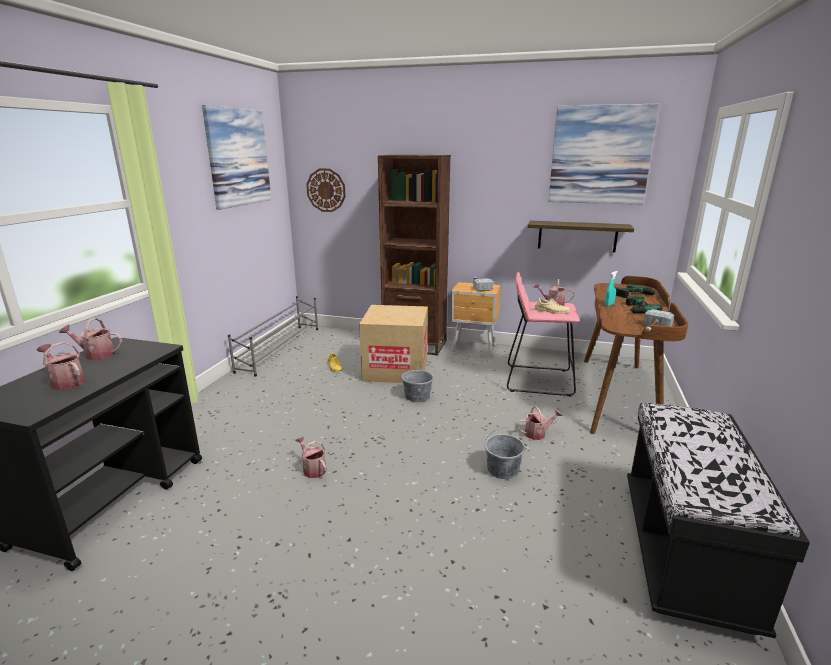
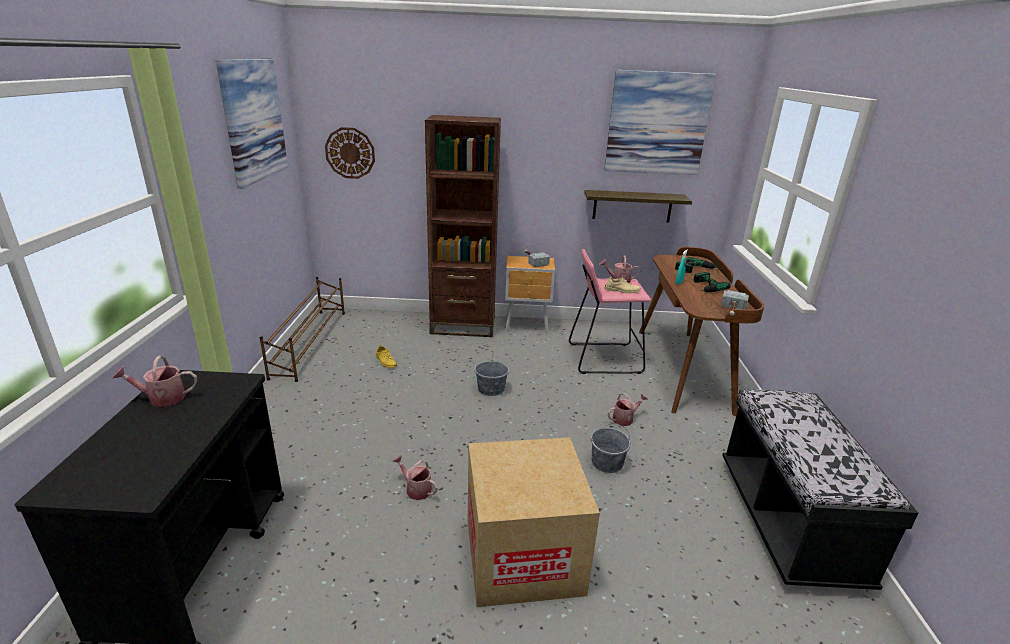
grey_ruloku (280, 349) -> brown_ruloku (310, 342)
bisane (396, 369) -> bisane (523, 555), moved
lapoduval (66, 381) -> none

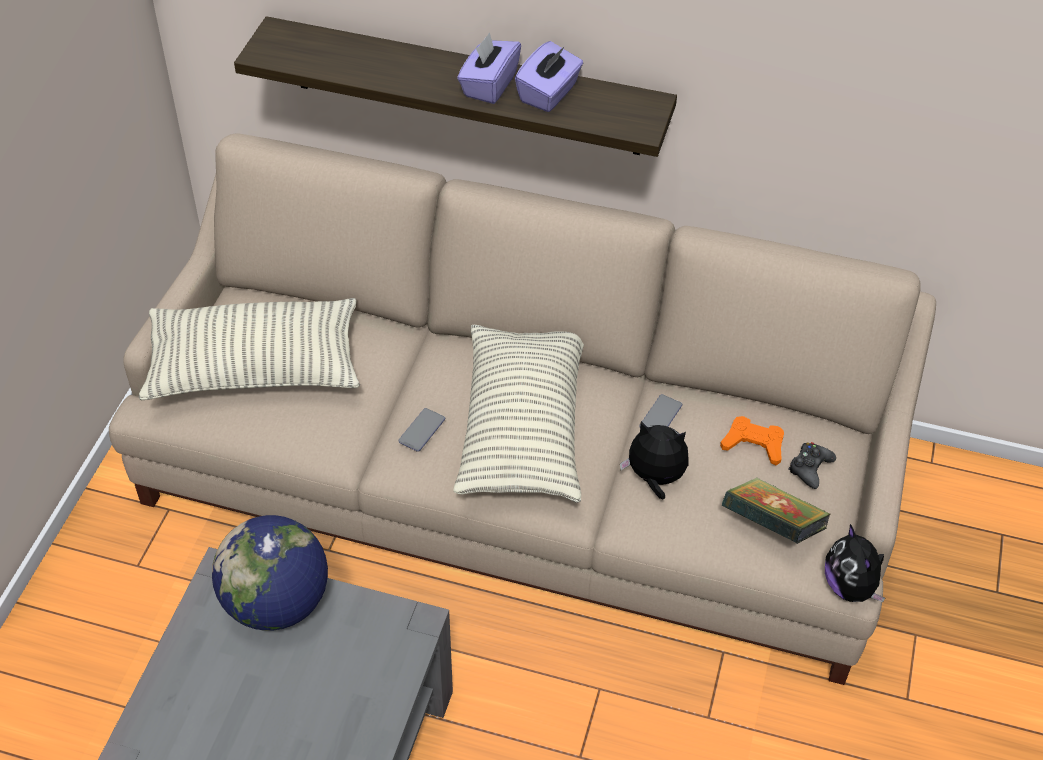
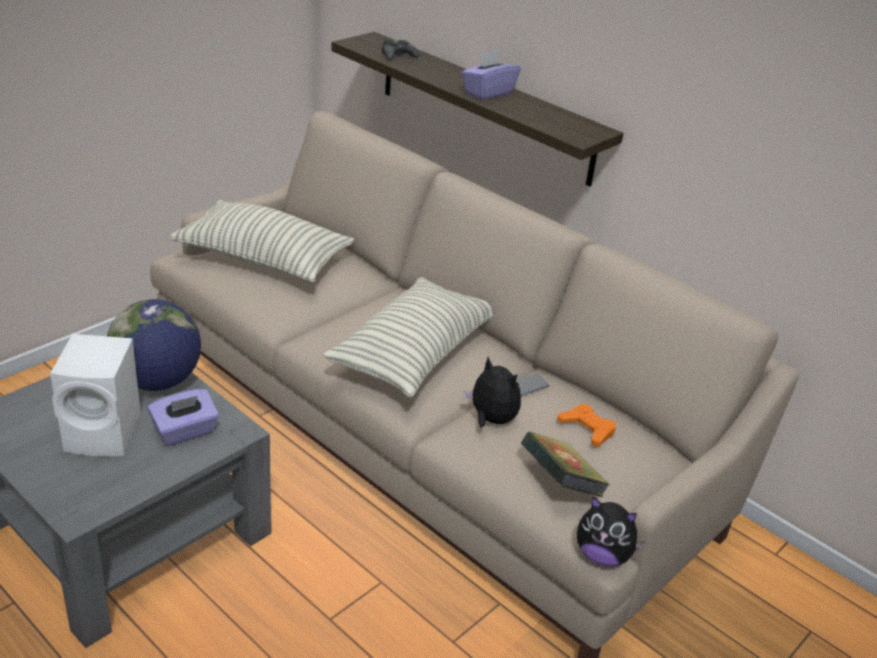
none -> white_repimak (105, 433)
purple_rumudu (549, 94) -> purple_rumudu (185, 432), moved
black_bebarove (810, 468) -> black_bebarove (397, 56), moved
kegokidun (850, 587) -> kegokidun (602, 555), 75 degrees counterclockwise
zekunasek (422, 430) -> none

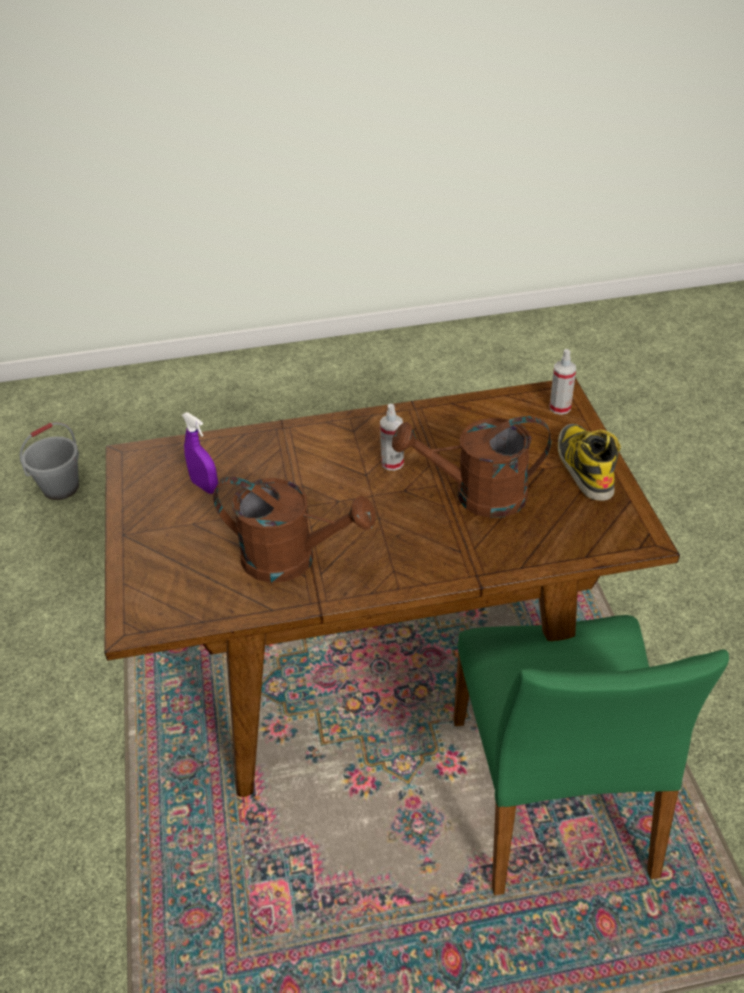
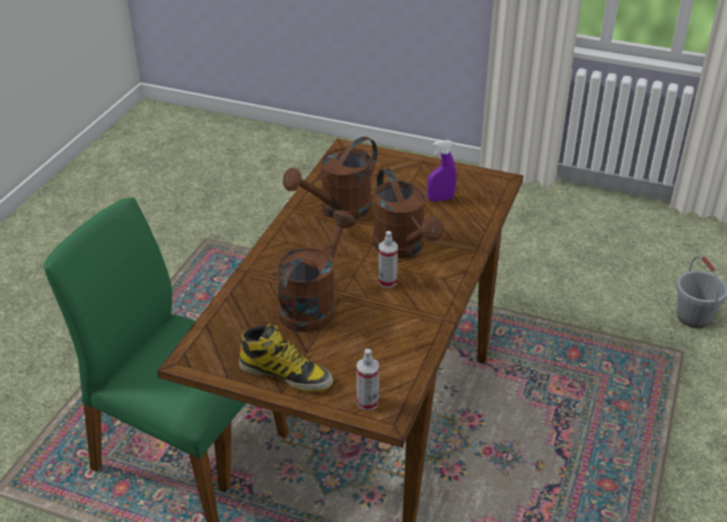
none -> brown_lapoduval (403, 248)

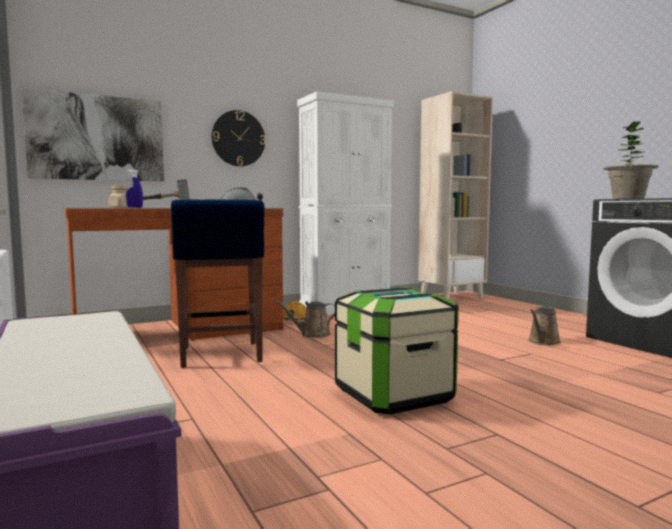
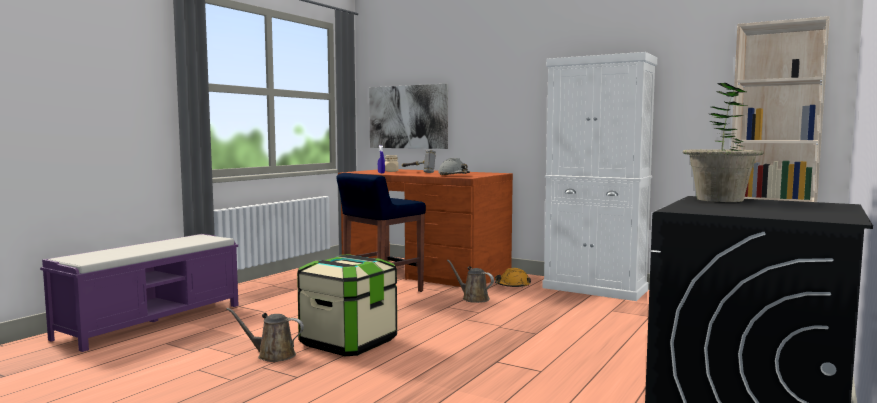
brown_lapoduval (543, 342) -> brown_lapoduval (272, 355), moved
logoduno (238, 138) -> none

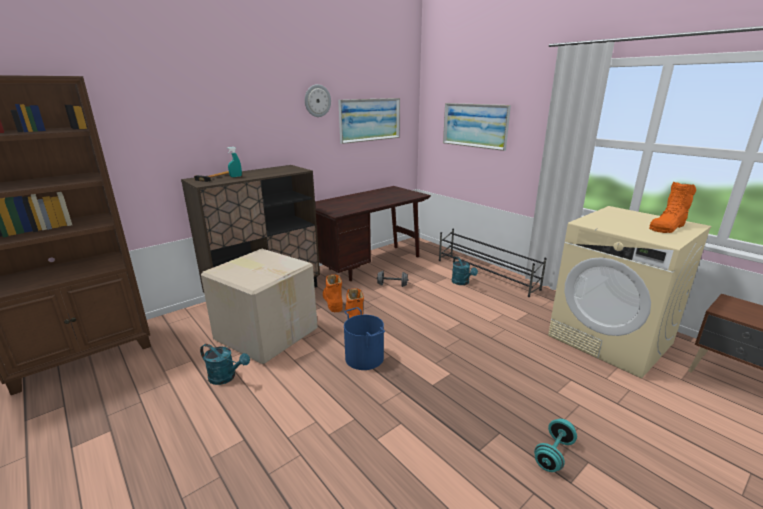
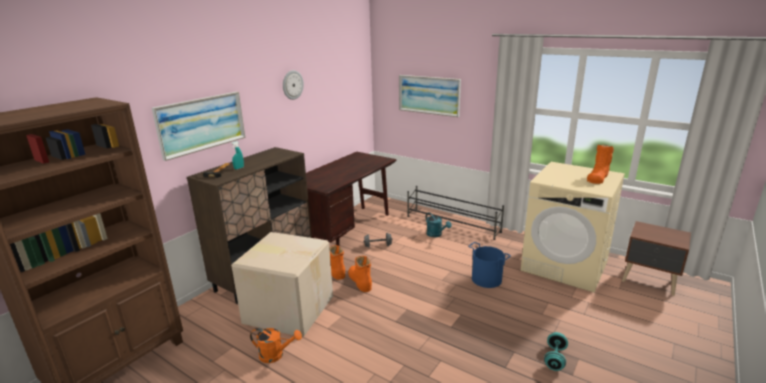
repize (370, 119) -> repize (201, 123), moved
turquoise_lapoduval (226, 377) -> orange_lapoduval (276, 355)
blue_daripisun (364, 358) -> blue_daripisun (486, 279), moved

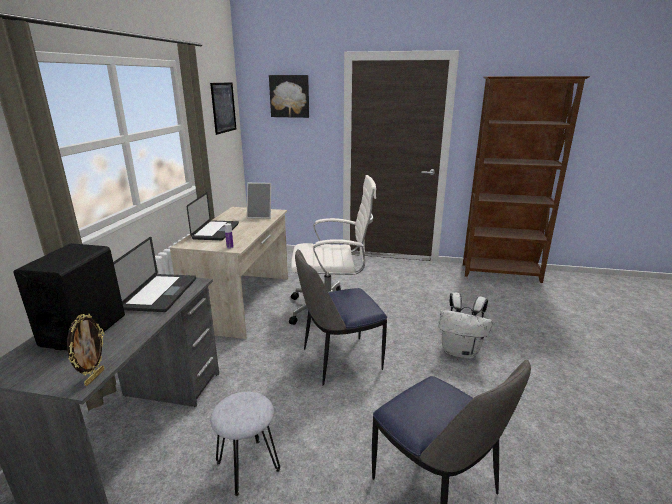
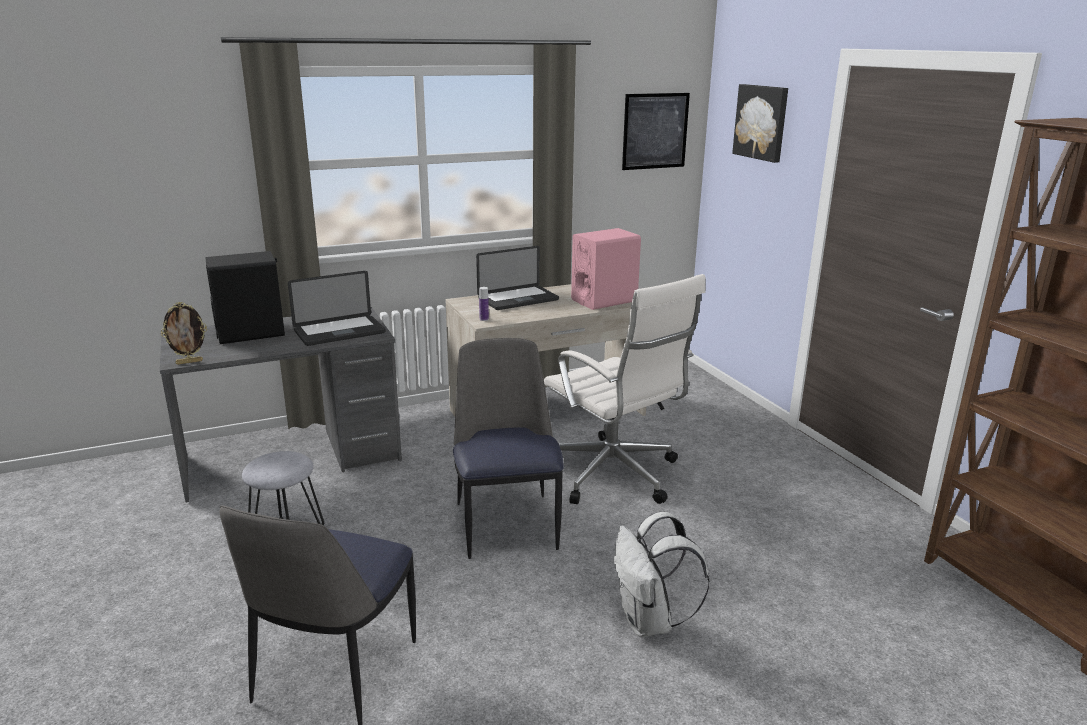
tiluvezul (339, 360) -> tiluvezul (506, 523), 45 degrees clockwise
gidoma (260, 216) -> pink_repimak (604, 300)

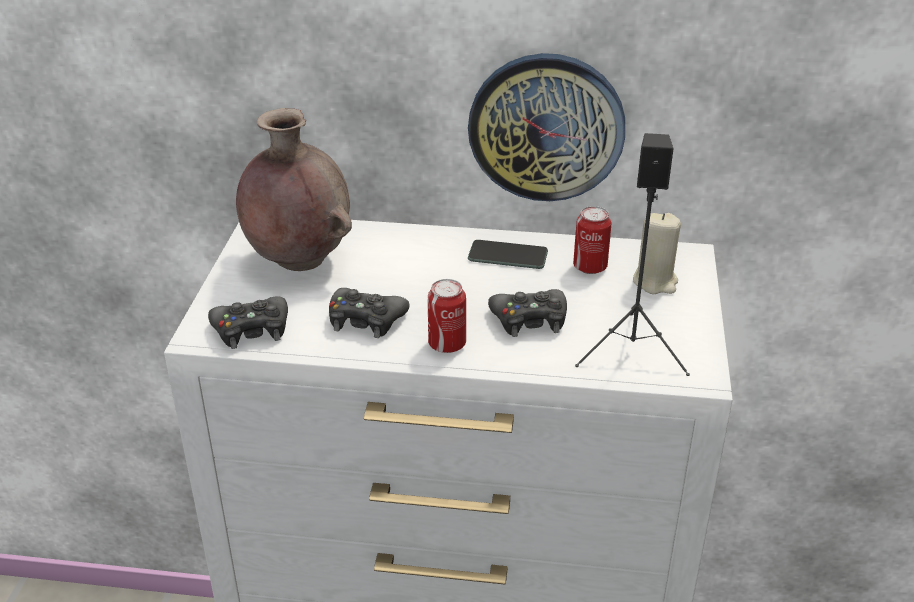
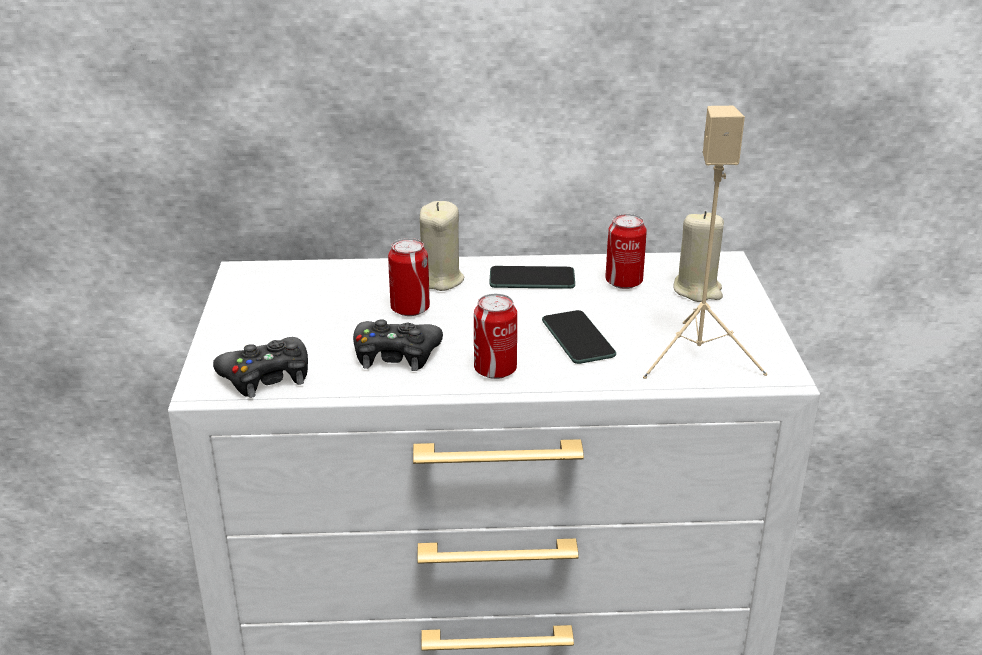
none -> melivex (410, 309)
none -> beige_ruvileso (439, 280)
black_bebarove (530, 320) -> zekunasek (578, 338)
black_repimak (633, 351) -> beige_repimak (699, 357)
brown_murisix (298, 261) -> none
logoduno (546, 127) -> none

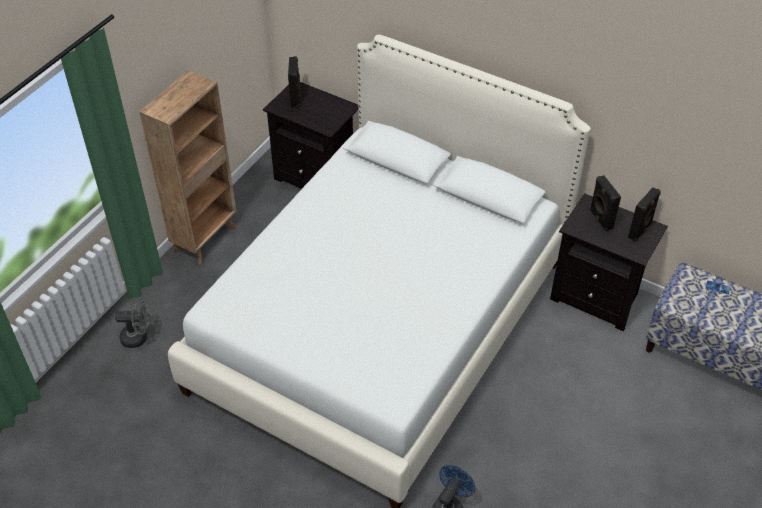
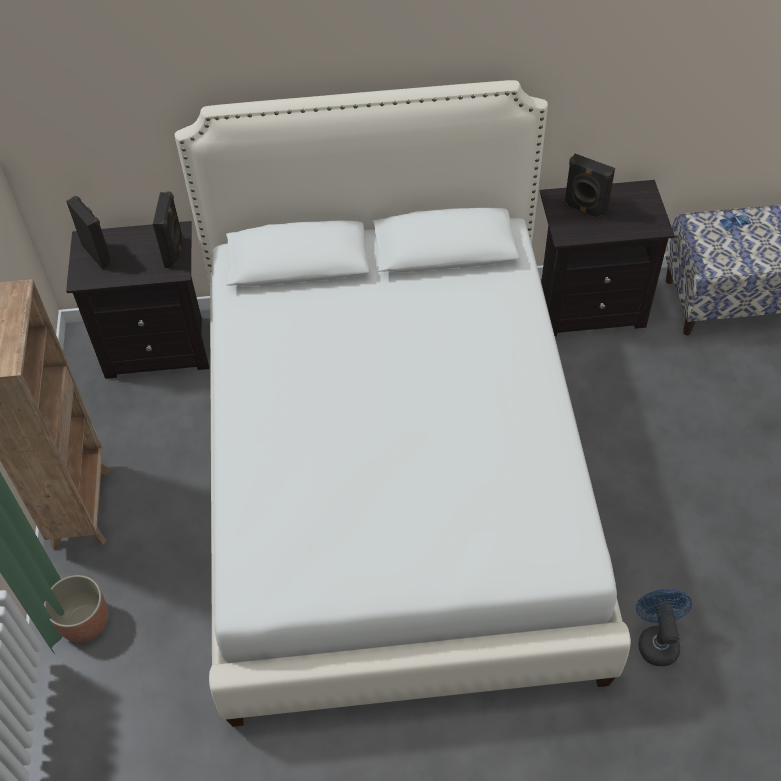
none -> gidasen (84, 621)
black_repimak (640, 231) -> black_repimak (175, 252), moved
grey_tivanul (138, 337) -> none

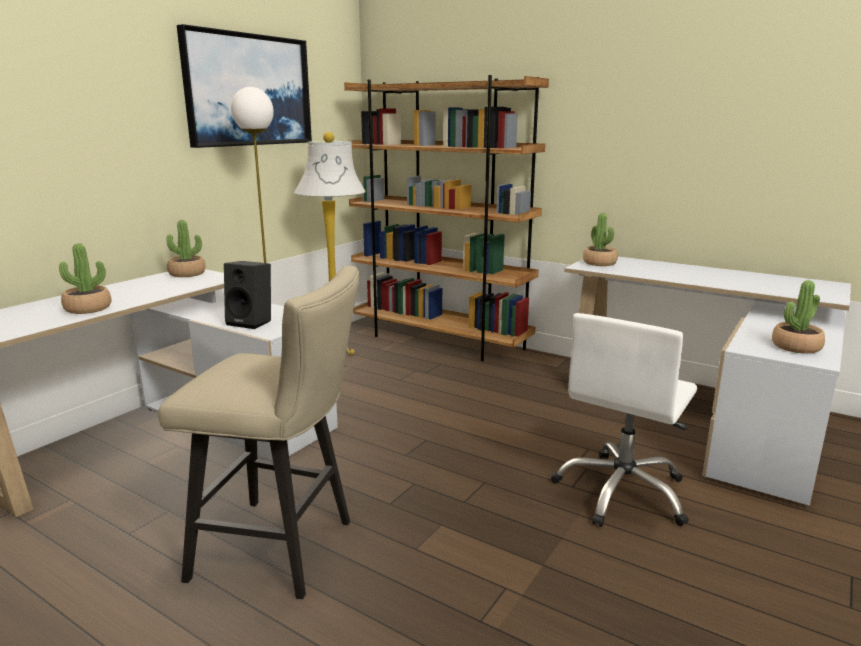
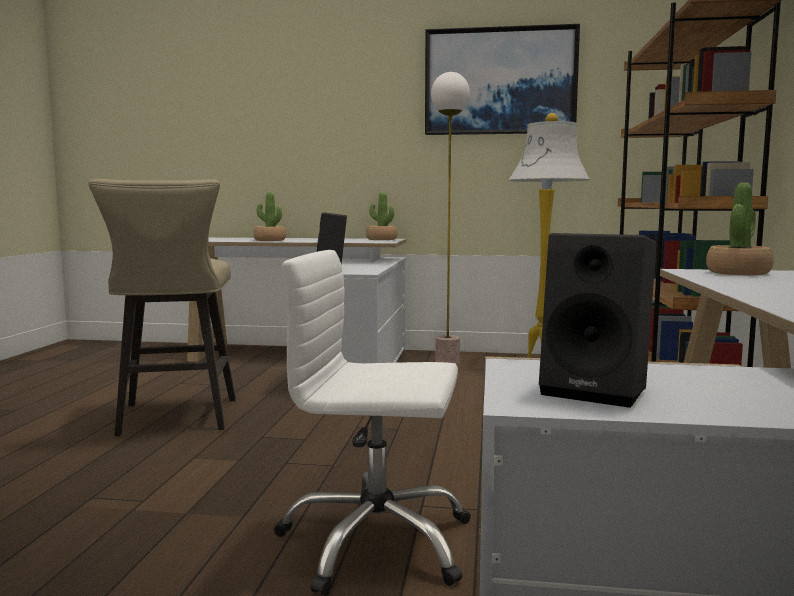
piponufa (796, 347) -> black_repimak (598, 391)

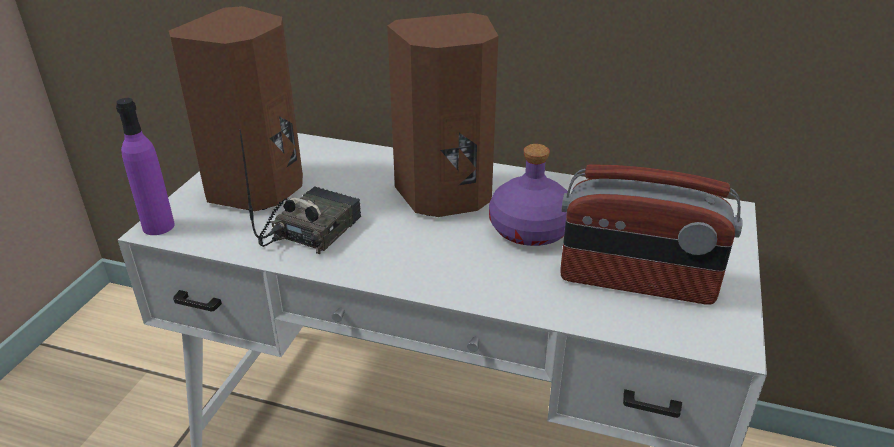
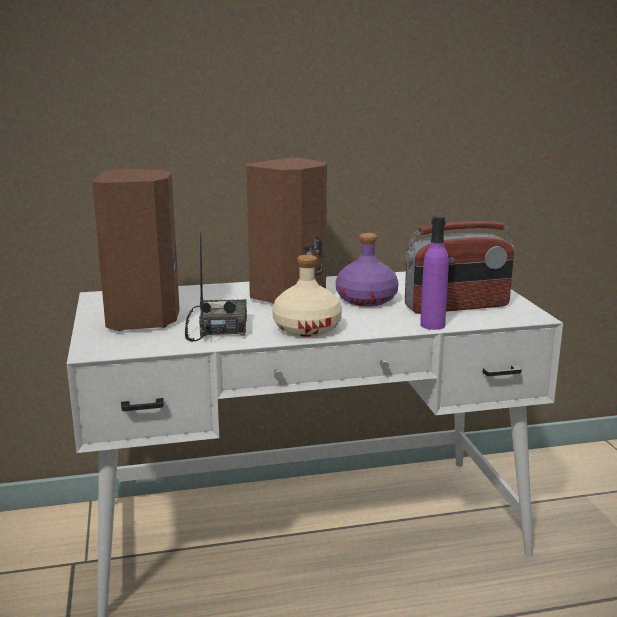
none -> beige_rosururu (306, 328)
purple_rosururu (158, 226) -> purple_rosururu (432, 325), moved

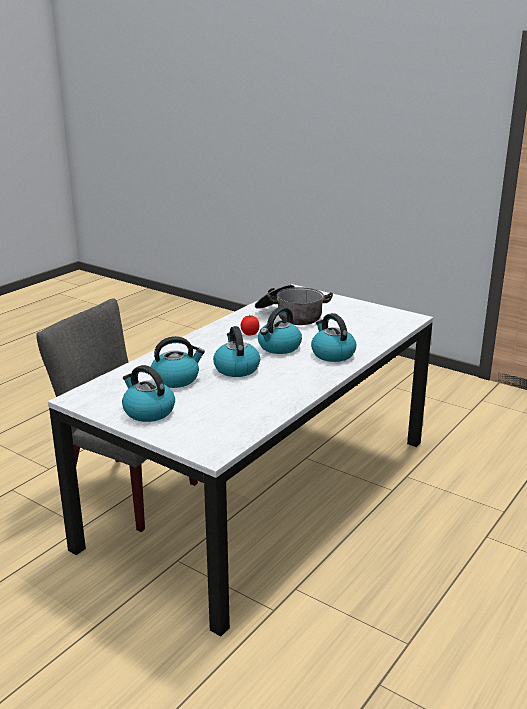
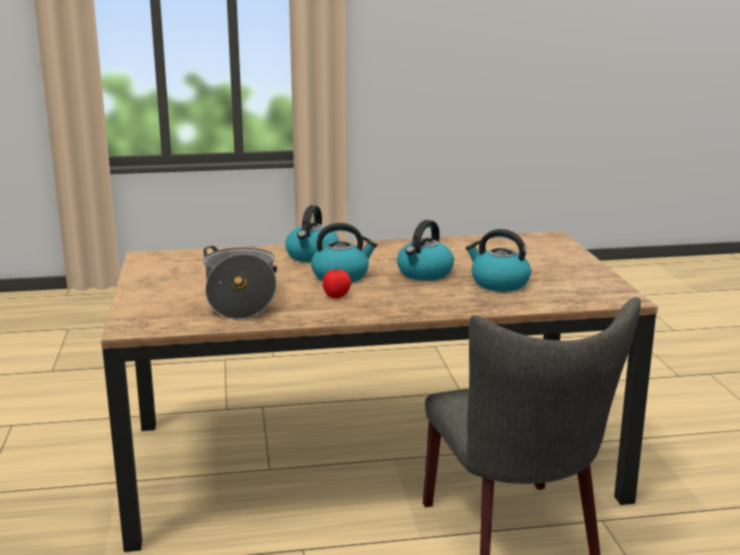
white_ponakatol (263, 490) -> brown_ponakatol (368, 462)
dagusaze (148, 411) -> none

